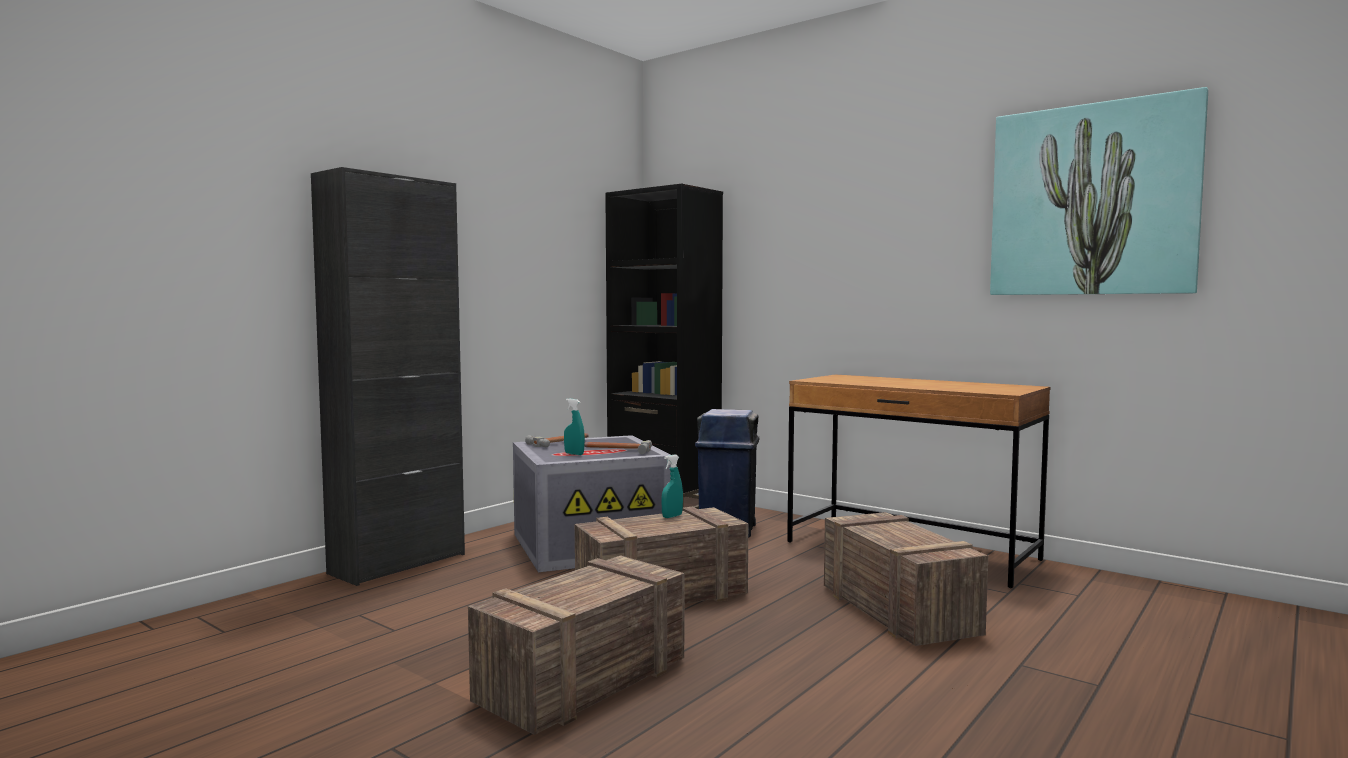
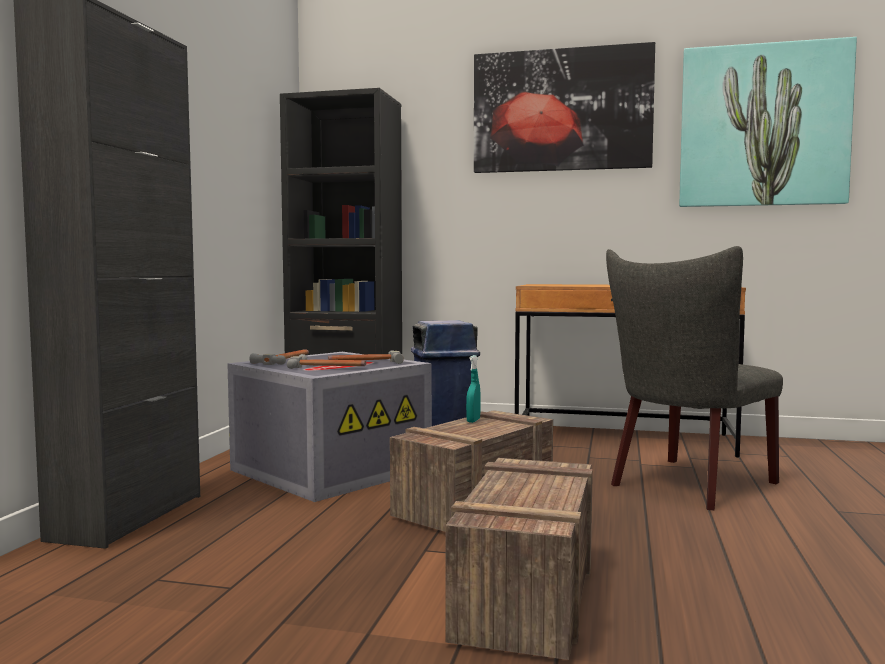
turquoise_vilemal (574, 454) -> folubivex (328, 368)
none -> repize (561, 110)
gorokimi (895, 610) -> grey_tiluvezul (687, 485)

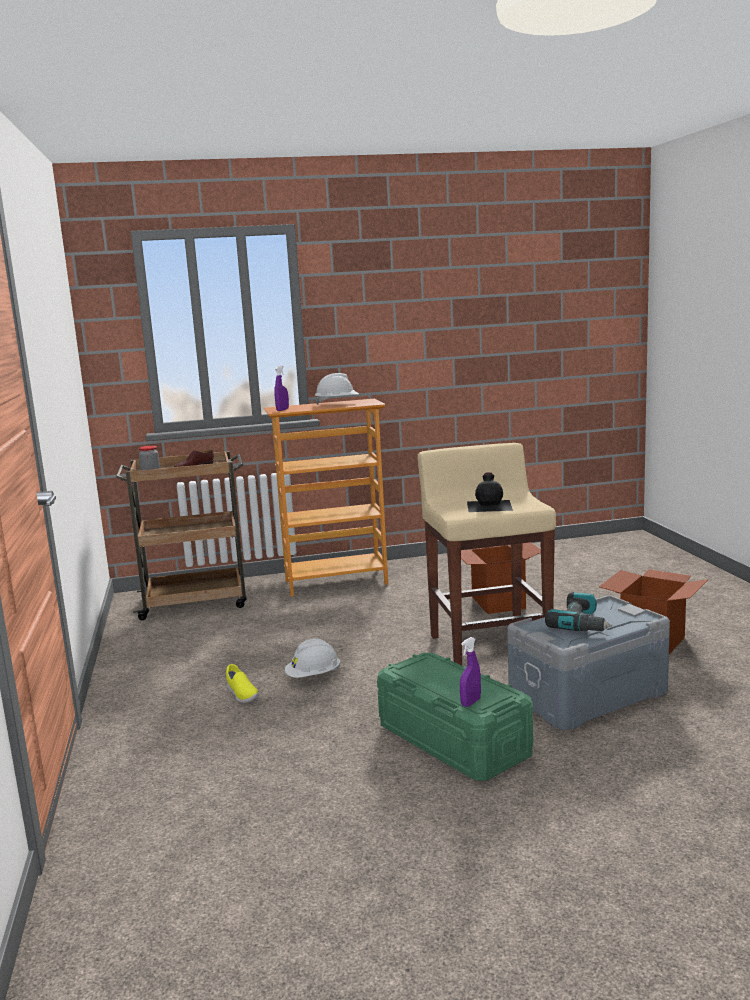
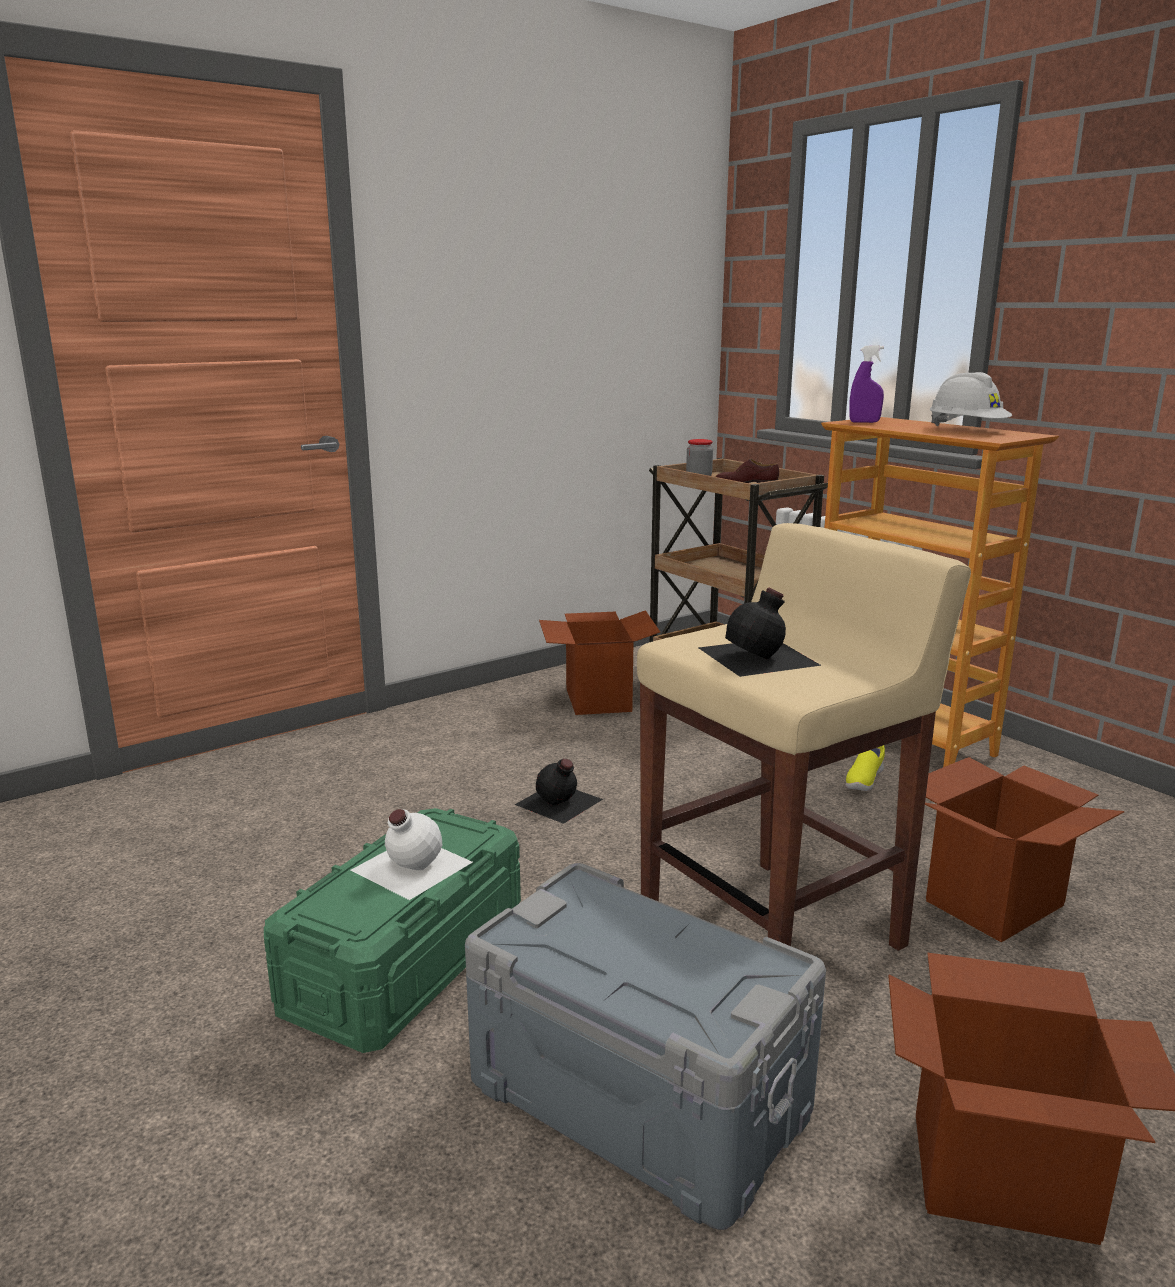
none -> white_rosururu (409, 866)
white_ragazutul (313, 676) -> black_rosururu (559, 802)
none -> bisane (598, 699)
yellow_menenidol (241, 695) -> yellow_menenidol (864, 781), moved
purple_vilemal (470, 702) -> none
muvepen (581, 624) -> none

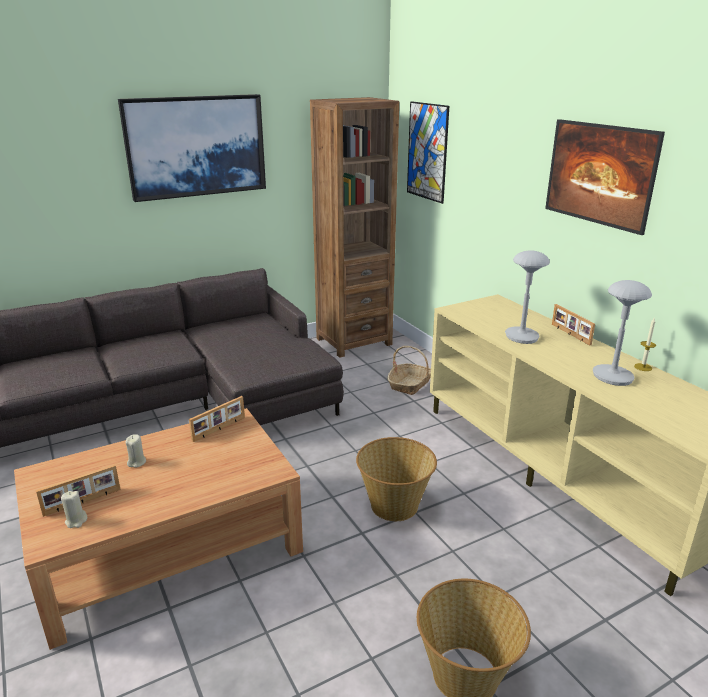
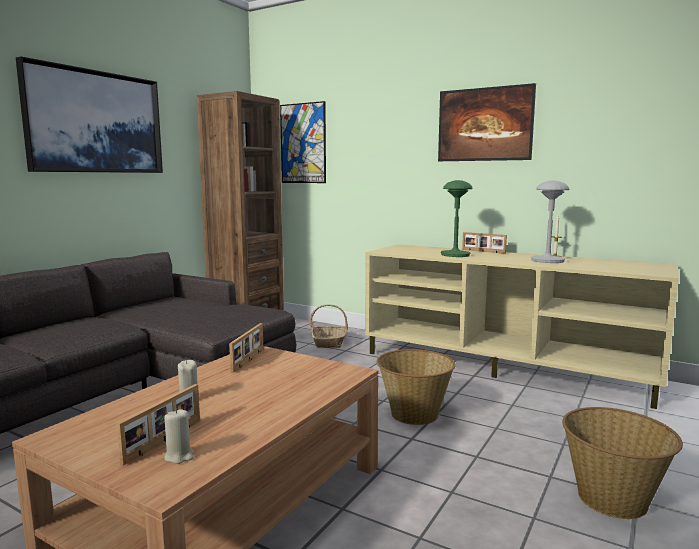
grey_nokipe (522, 336) -> green_nokipe (455, 255)

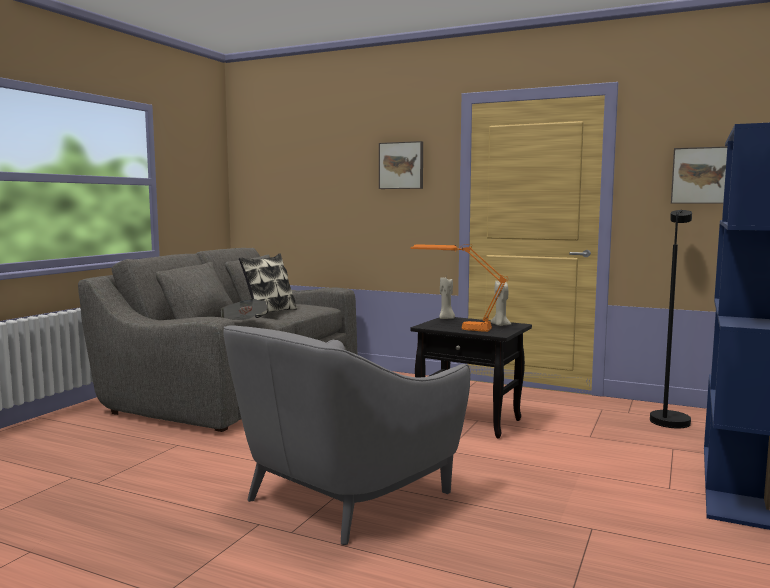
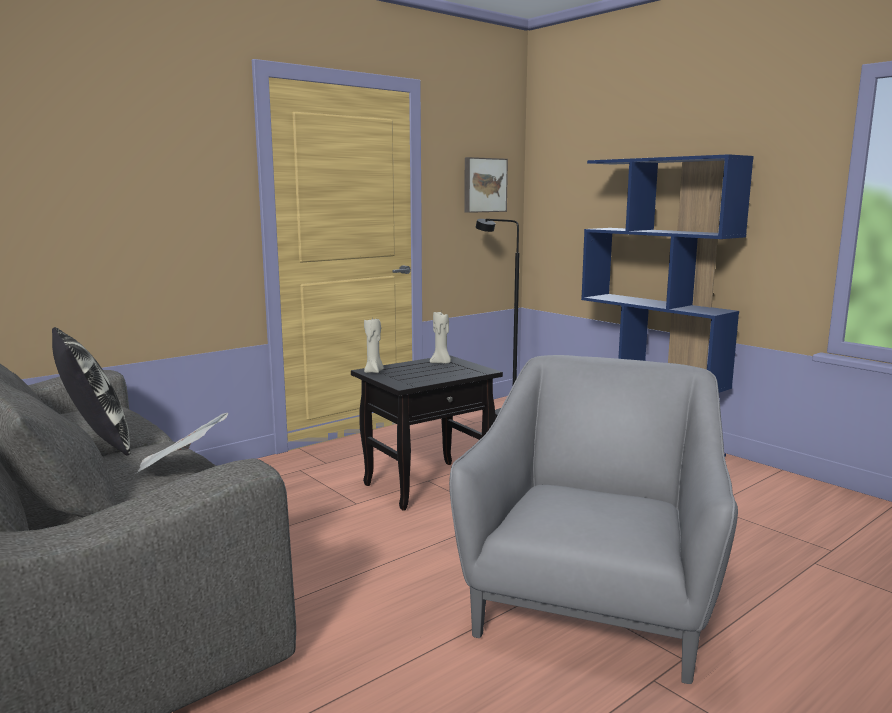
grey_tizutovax (344, 495) -> grey_tizutovax (593, 602), 135 degrees counterclockwise
repize (401, 165) -> none
orange_nokipe (457, 327) -> none

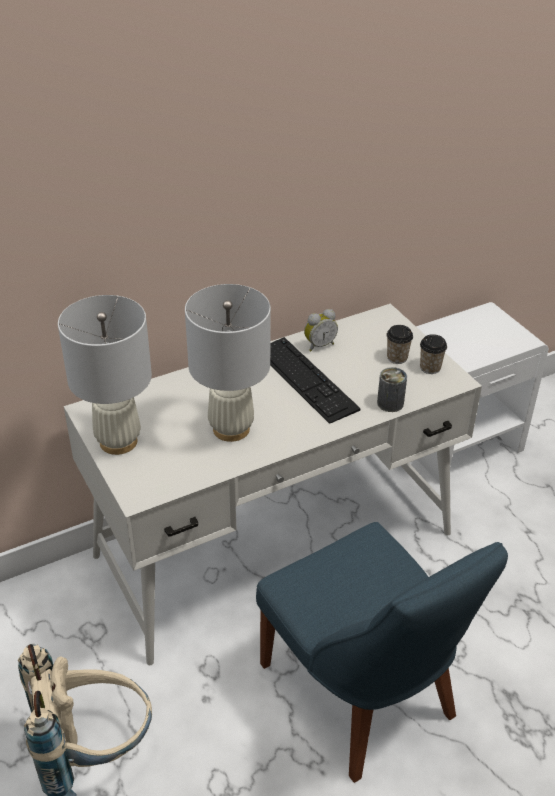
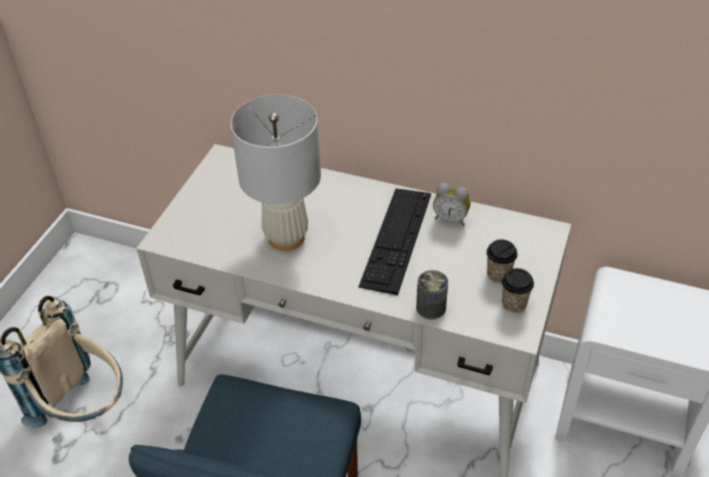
white_nokipe (118, 441) -> none

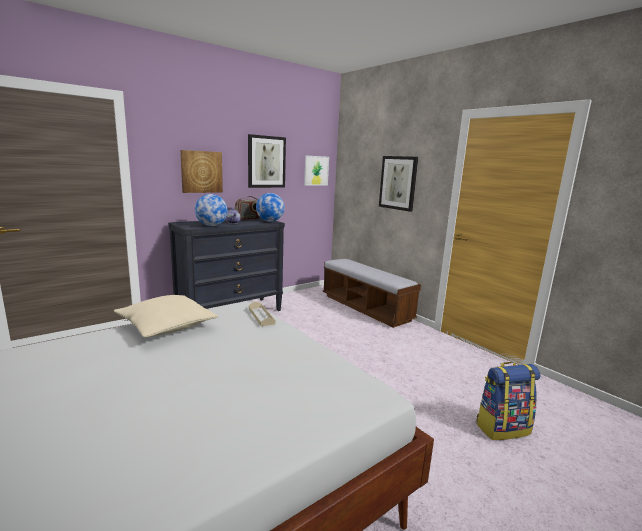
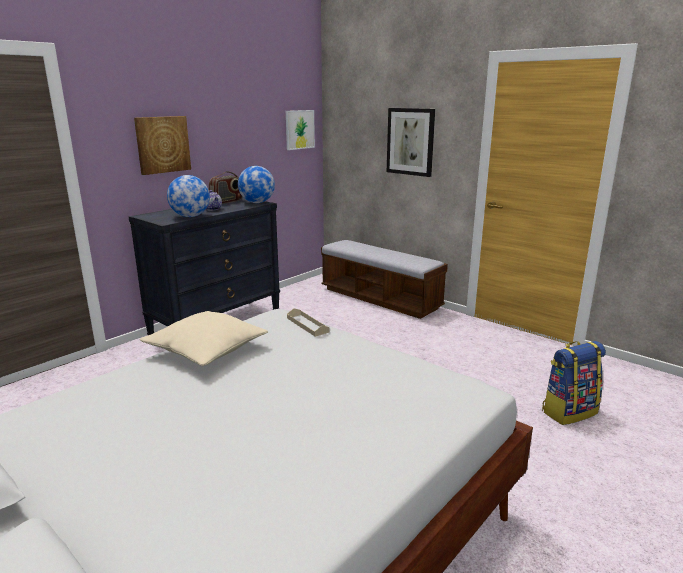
repize (266, 162) -> none

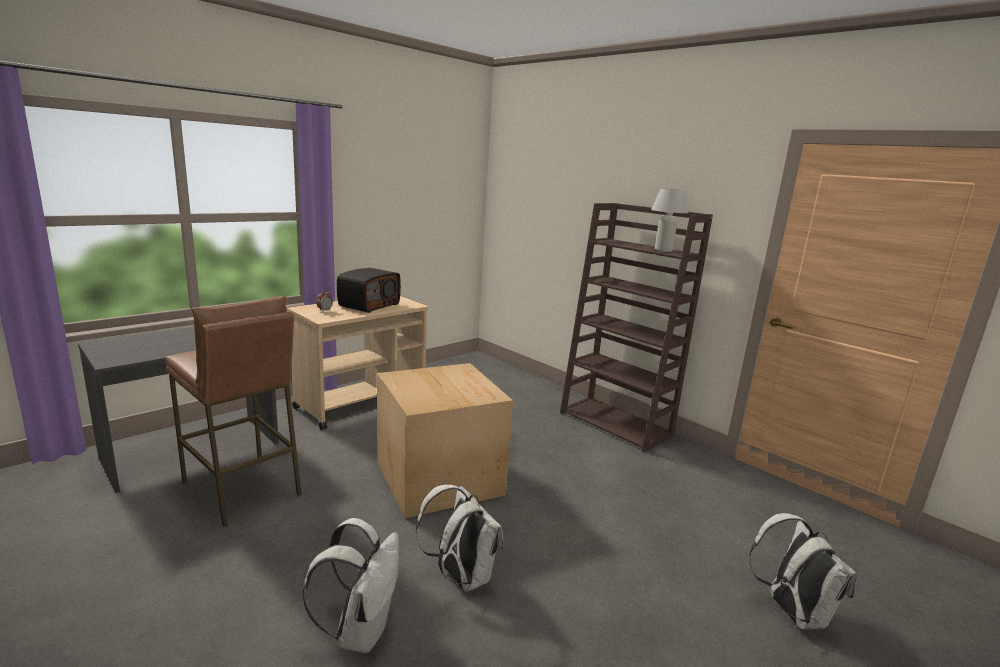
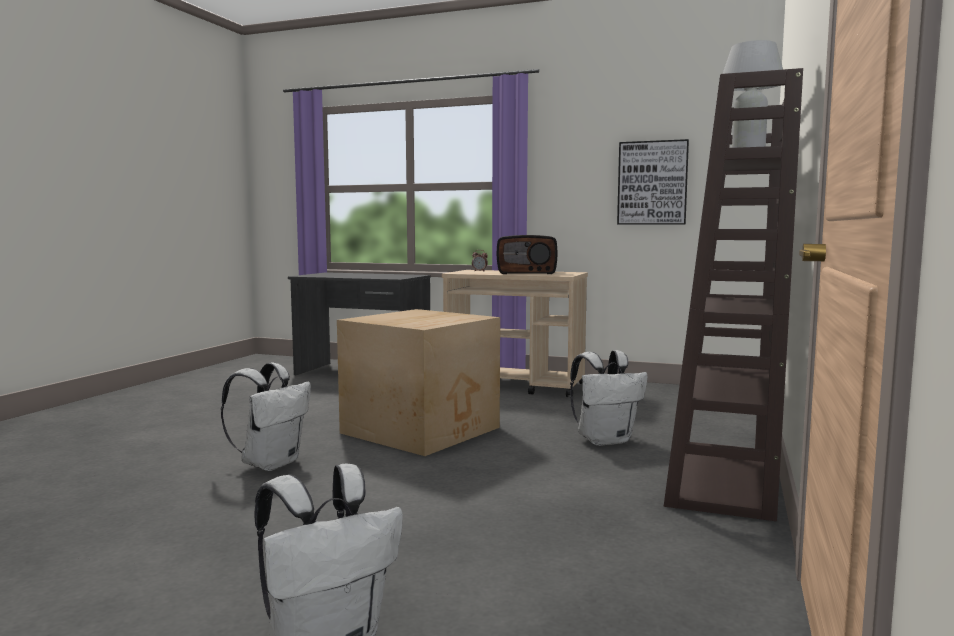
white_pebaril (361, 630) -> white_pebaril (605, 440), moved
none -> repize (652, 183)
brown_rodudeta (242, 488) -> none

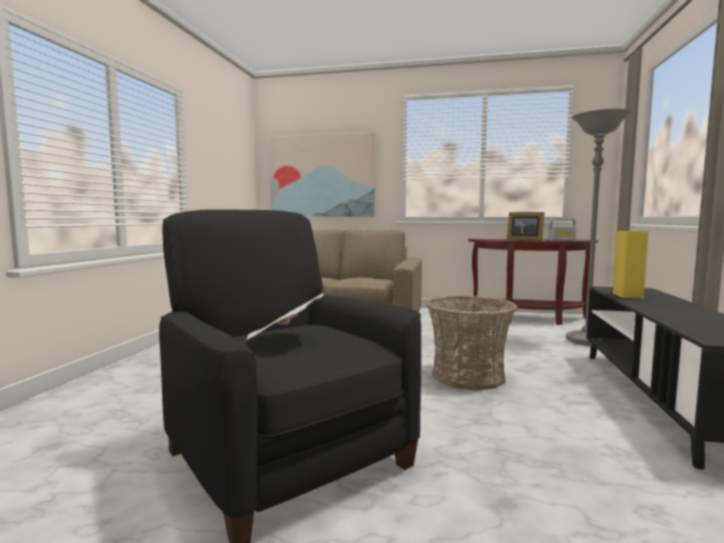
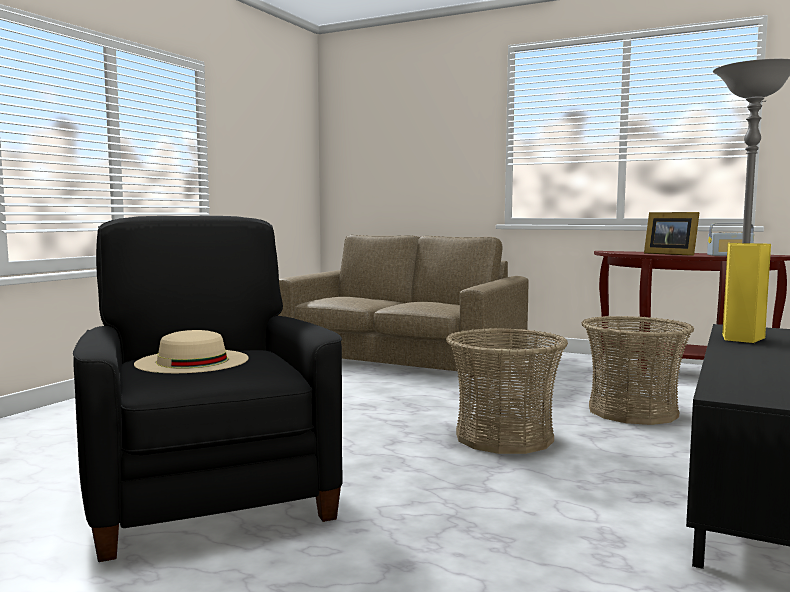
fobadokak (282, 340) -> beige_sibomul (192, 361)
none -> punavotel (633, 411)
repize (321, 176) -> none

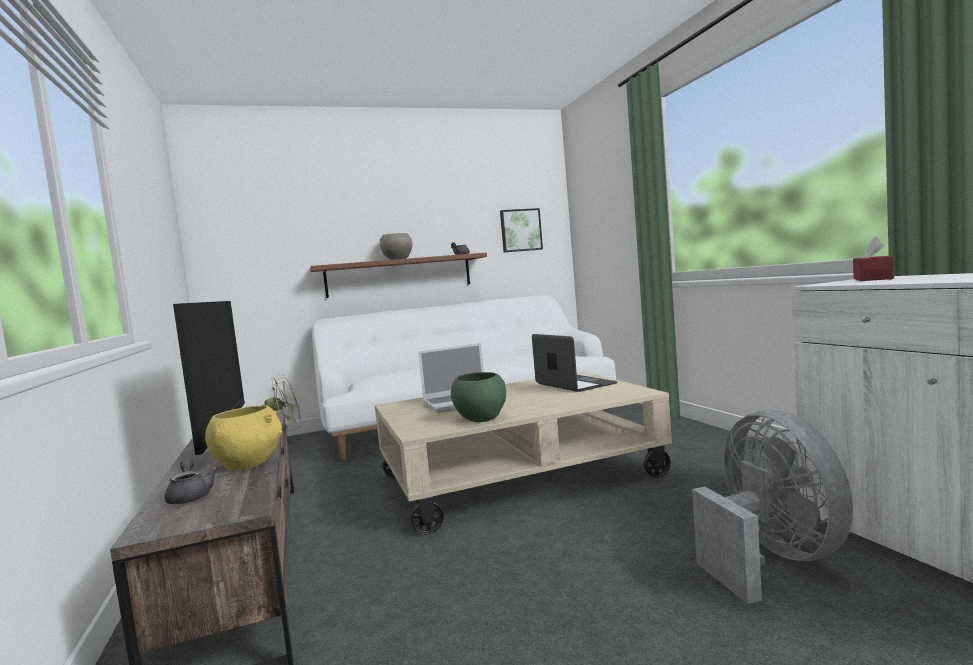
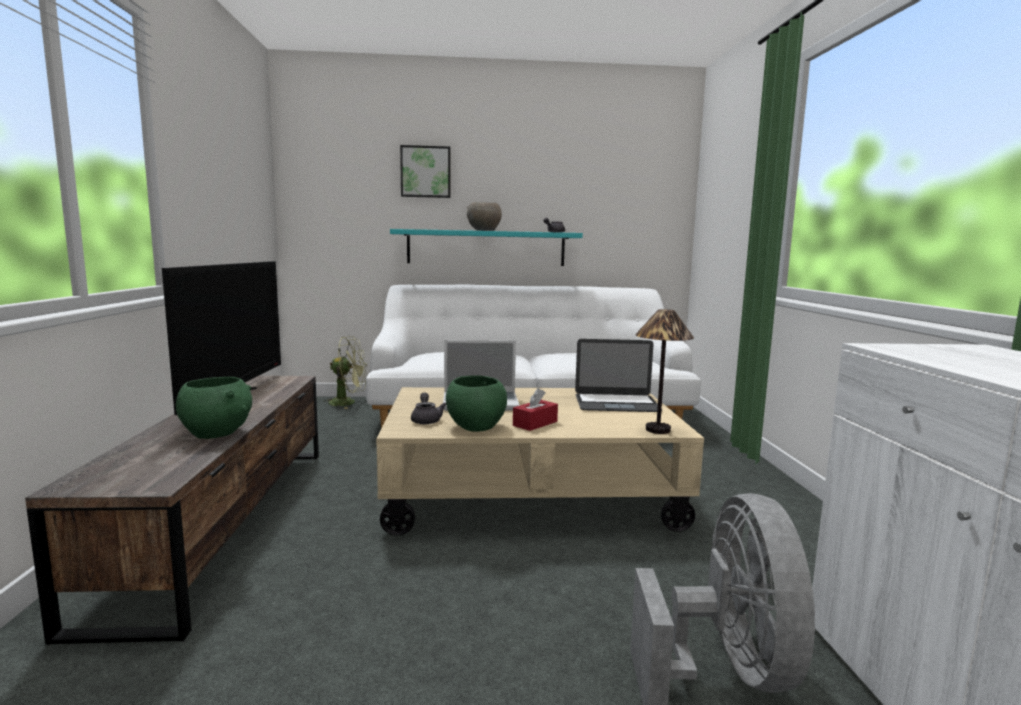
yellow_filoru (248, 464) -> green_filoru (217, 433)
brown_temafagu (399, 275) -> turquoise_temafagu (486, 248)
repize (520, 230) -> repize (425, 172), moved
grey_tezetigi (190, 496) -> grey_tezetigi (426, 420), moved
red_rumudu (872, 279) -> red_rumudu (535, 423), moved
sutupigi (575, 384) -> sutupigi (616, 403), 105 degrees clockwise
none -> nokipe (657, 430)

